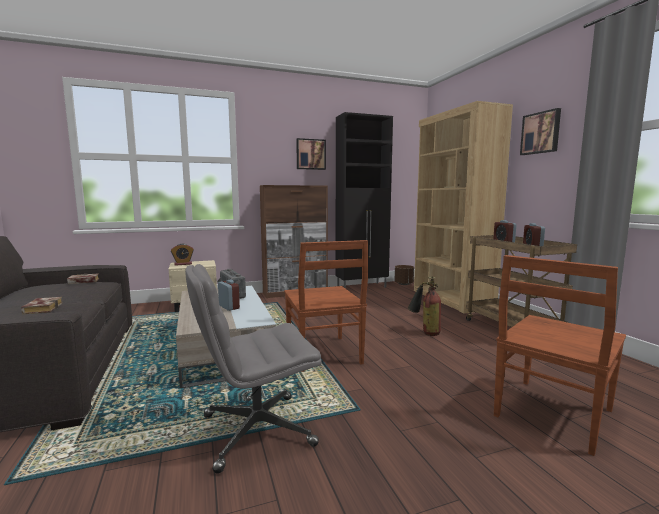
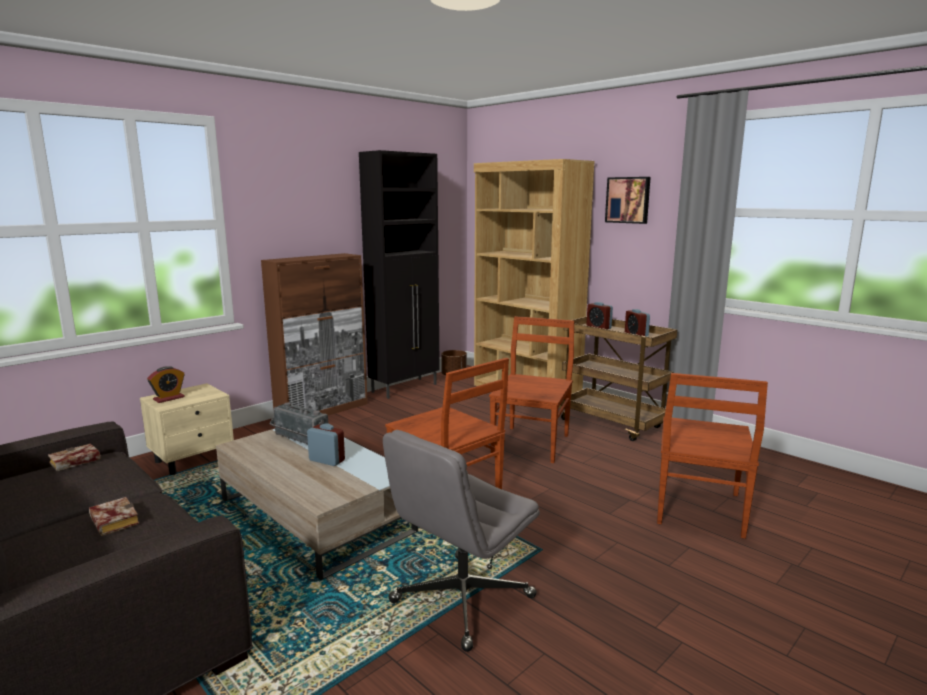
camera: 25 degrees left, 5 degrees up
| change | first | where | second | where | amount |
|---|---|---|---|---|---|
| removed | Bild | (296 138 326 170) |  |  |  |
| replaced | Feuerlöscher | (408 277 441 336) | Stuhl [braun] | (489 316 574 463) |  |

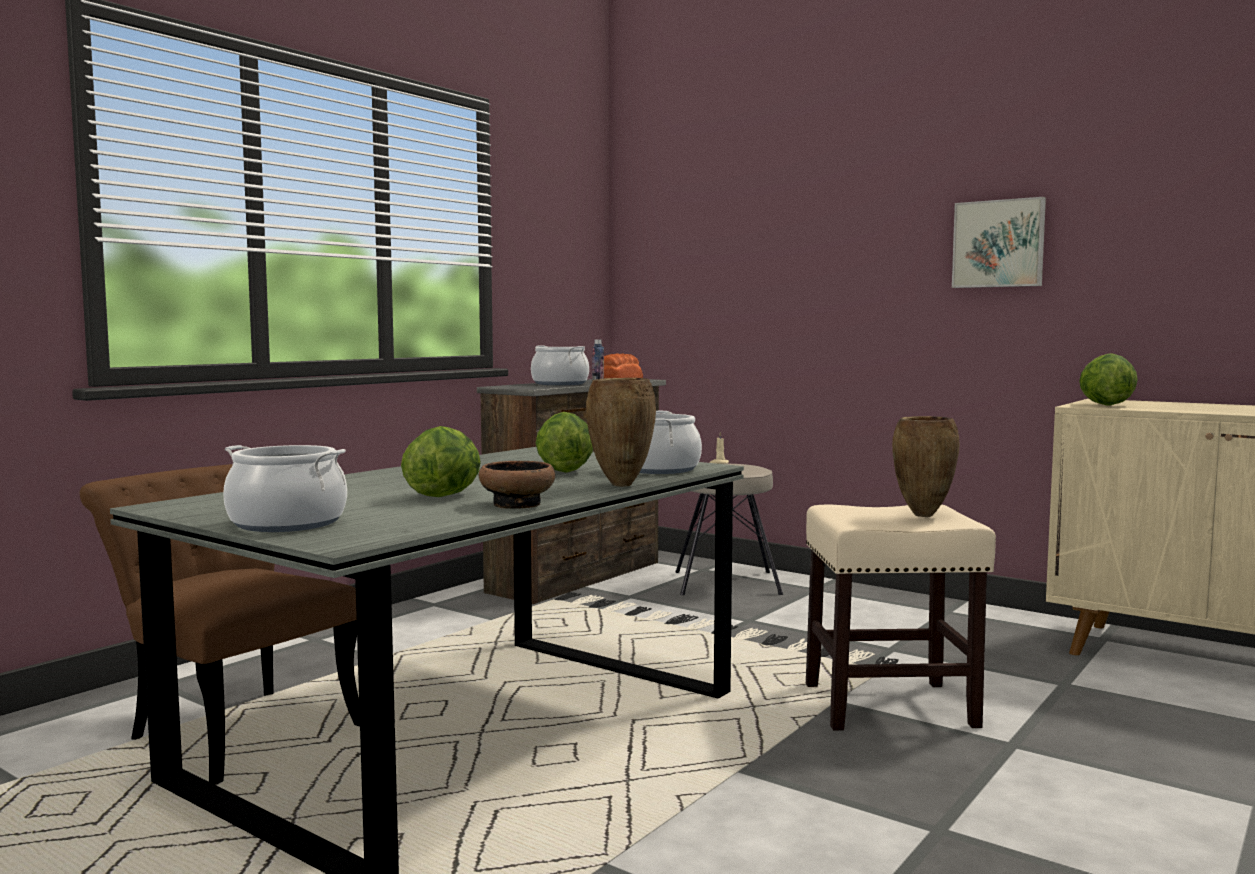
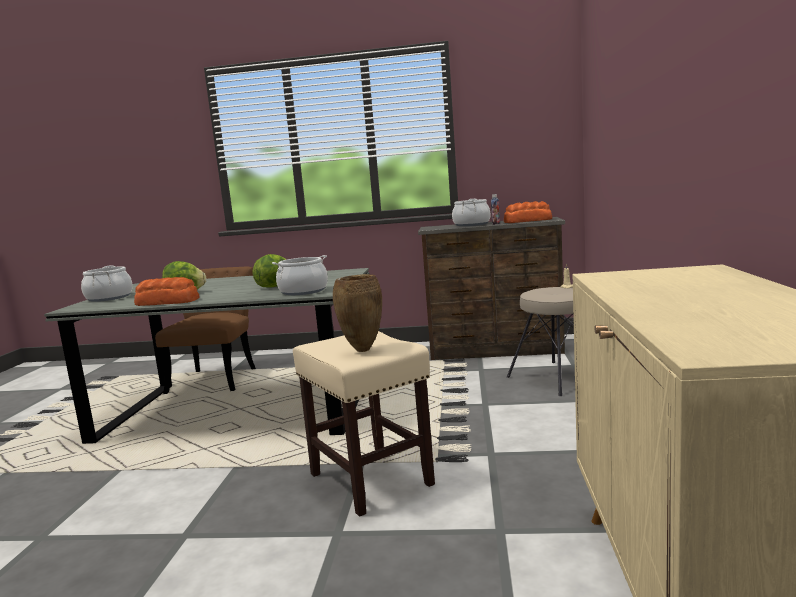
camera: 60 degrees right, 5 degrees up
| change | first | where | second | where | amount |
|---|---|---|---|---|---|
| removed | Vase [braun] | (586 378 656 487) |  |  |  |
| removed | Bild | (952 197 1046 288) |  |  |  |
| removed | Salatkopf | (1079 353 1138 405) |  |  |  |
| replaced | Schüssel | (479 461 556 509) | Brot | (134 277 200 306) |  |

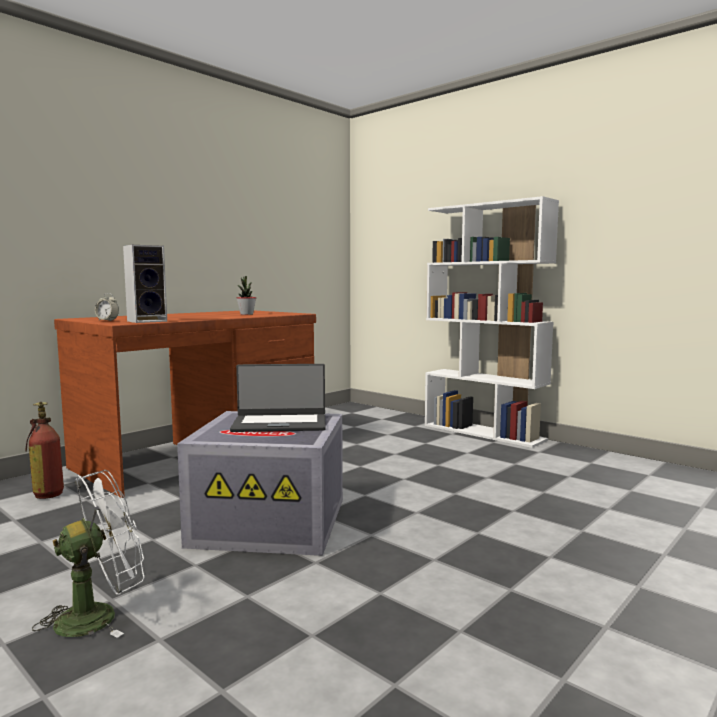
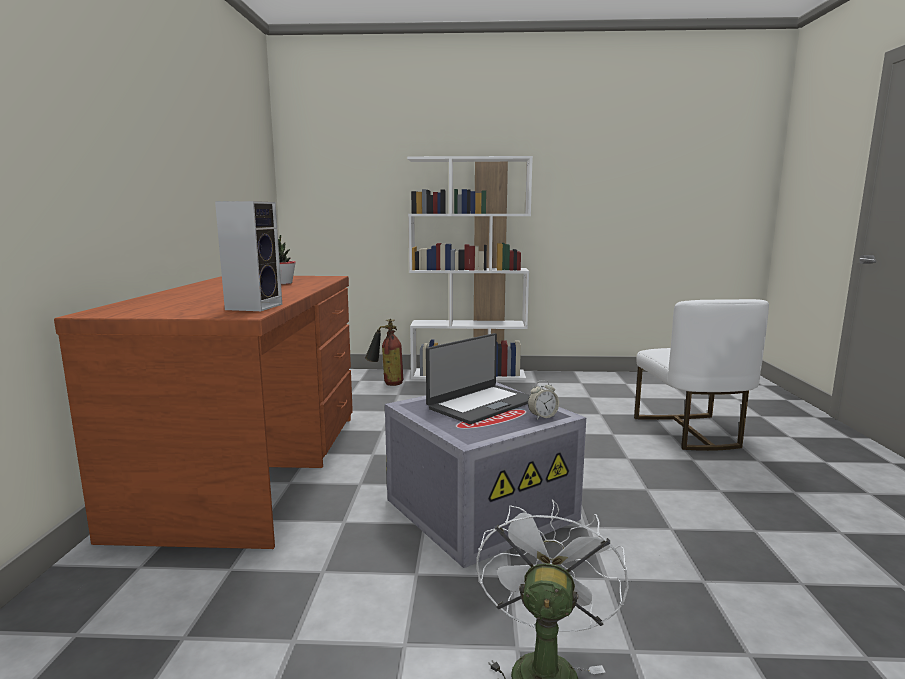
camera: 40 degrees left, 5 degrees up
| change | first | where | second | where | amount |
|---|---|---|---|---|---|
| added |  |  | Stuhl [weiß] | (634 299 769 451) |  |
| moved | Feuerlöscher | (26 402 64 499) |  | (365 319 403 386) |  |
| moved | Wecker | (95 293 119 321) |  | (528 380 559 419) |  |

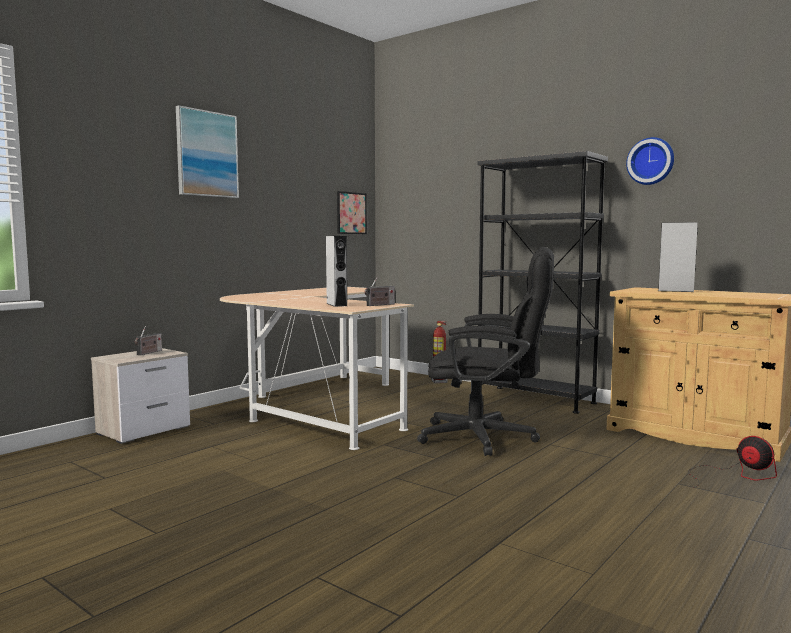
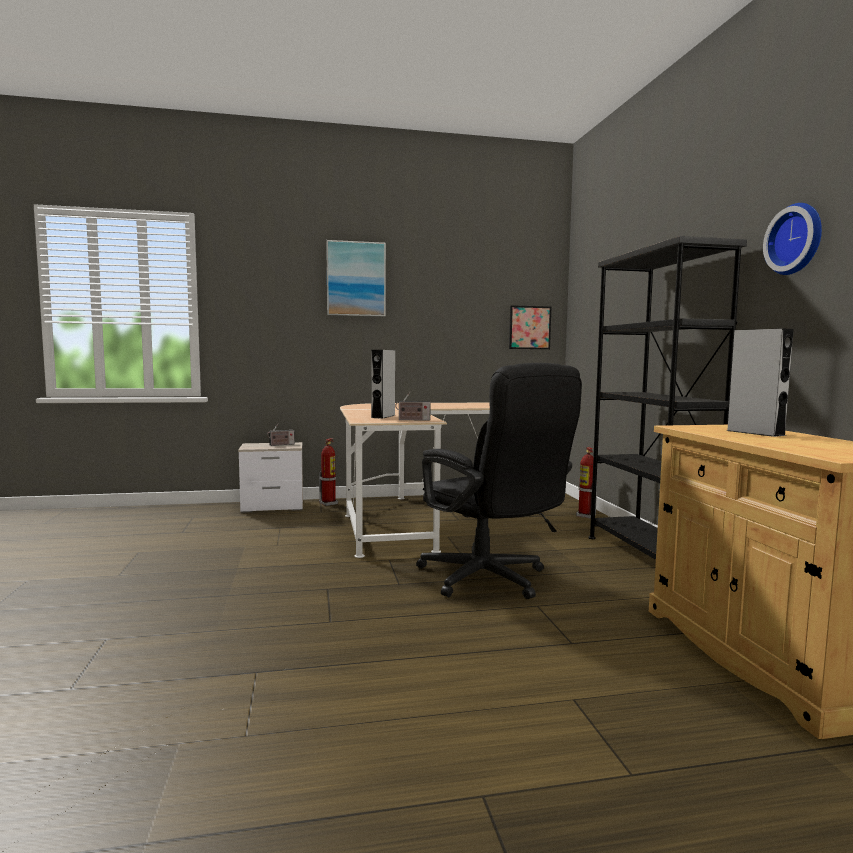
camera: 40 degrees right, 0 degrees up
| change | first | where | second | where | amount |
|---|---|---|---|---|---|
| removed | Ventilator | (688 436 777 488) |  |  |  |
| added |  |  | Feuerlöscher | (319 438 338 506) |  |

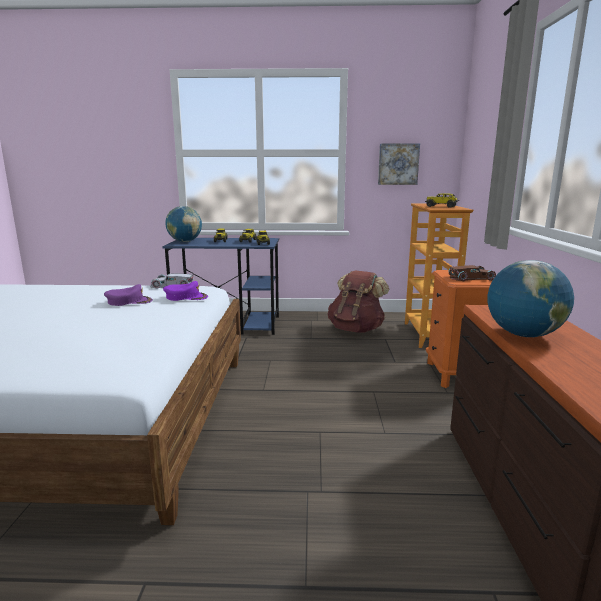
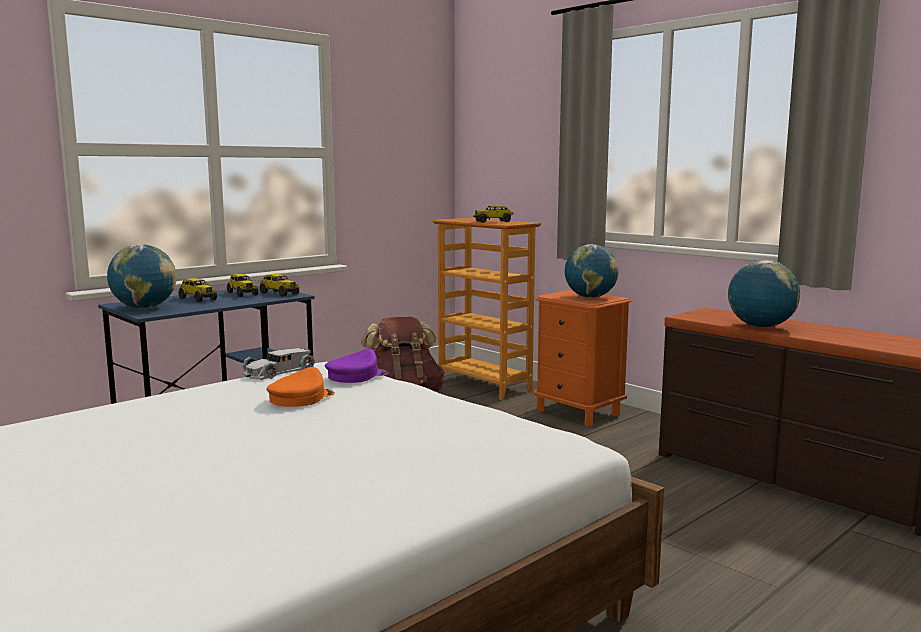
camera: 45 degrees left, 5 degrees down
| change | first | where | second | where | amount |
|---|---|---|---|---|---|
| removed | Bild | (378 143 420 185) |  |  |  |
| replaced | Spielzeugauto [braun] | (448 265 496 282) | Globus | (564 244 619 298) |  |
| recoloured | Kappe [lila] | (104 284 153 306) | Kappe [orange] | (266 367 335 407) |  |

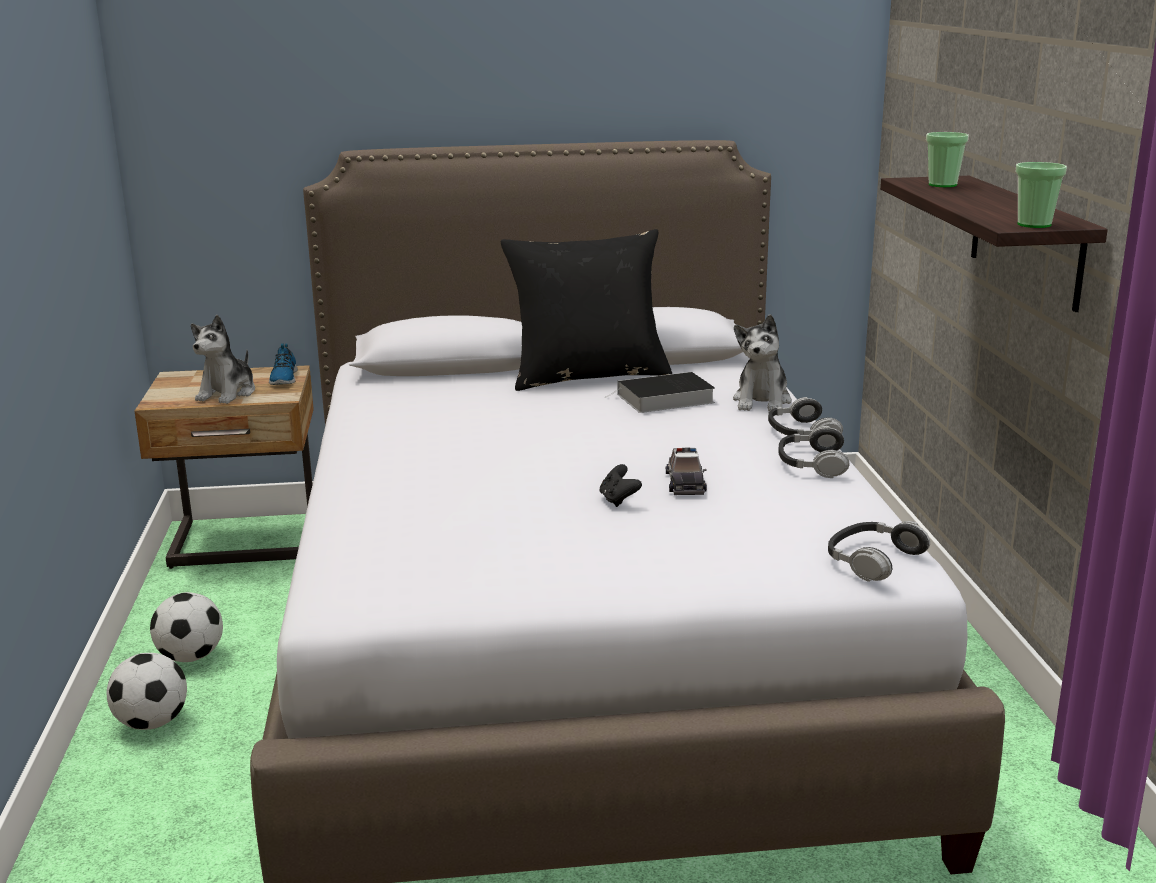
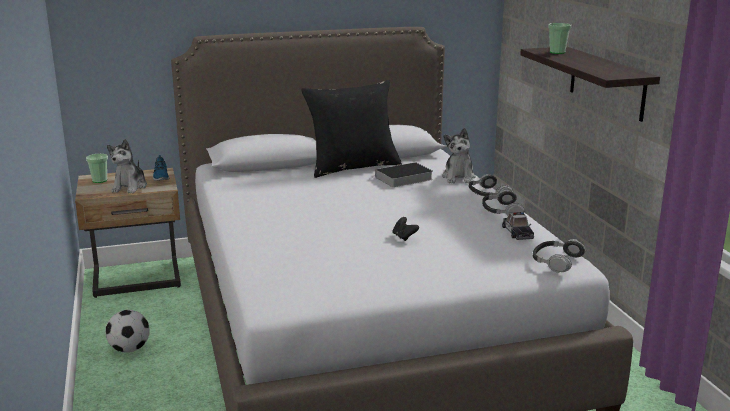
camera: 10 degrees left, 0 degrees up
| change | first | where | second | where | amount |
|---|---|---|---|---|---|
| removed | Fußball | (107 653 187 730) |  |  |  |
| moved | Spielzeugauto | (666 448 707 495) |  | (502 212 534 240) |  |
| moved | Tasse | (1016 162 1067 228) |  | (86 154 108 183) |  |

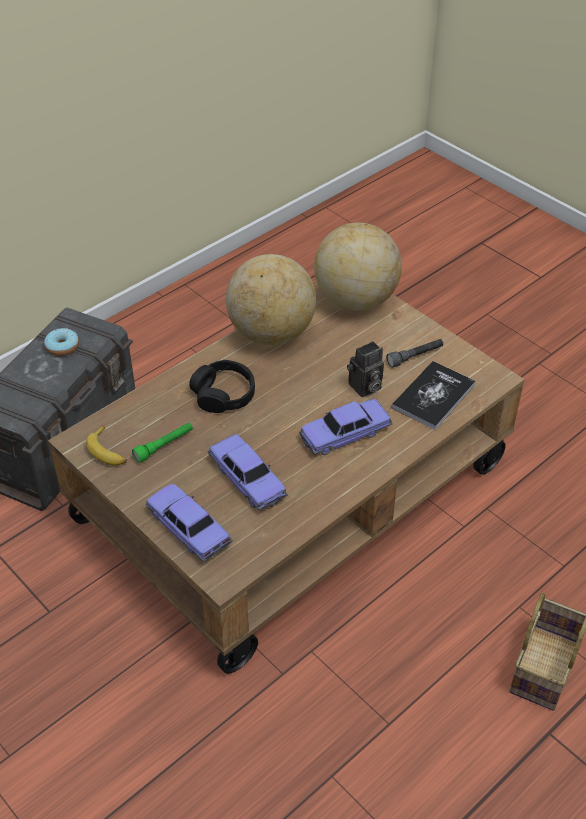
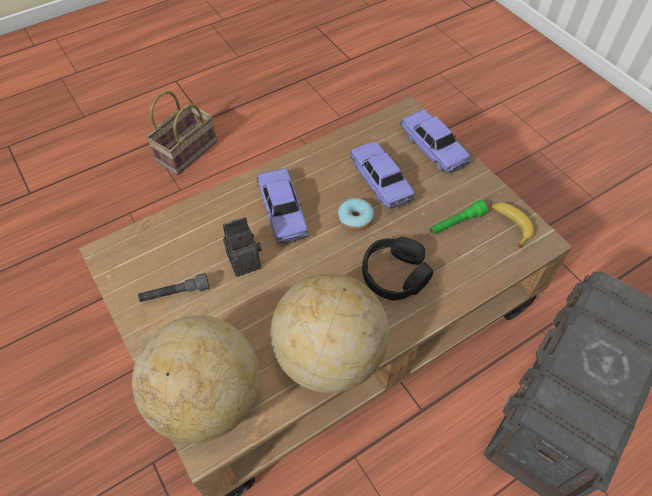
camera: 170 degrees left, 10 degrees up
| change | first | where | second | where | amount |
|---|---|---|---|---|---|
| removed | Buch | (391 361 475 430) |  |  |  |
| moved | Donut | (44 328 79 356) |  | (338 198 374 231) |  |
| turned | Spielzeugauto | (299 399 393 455) |  | (257 168 309 244) | 90 degrees clockwise |

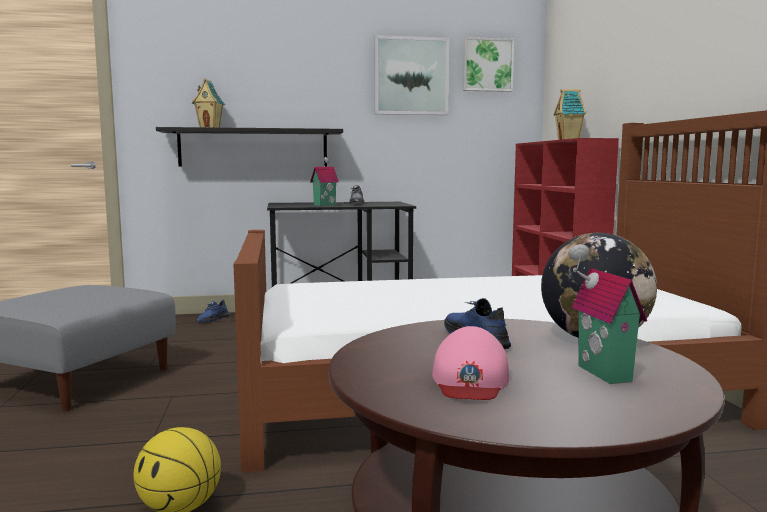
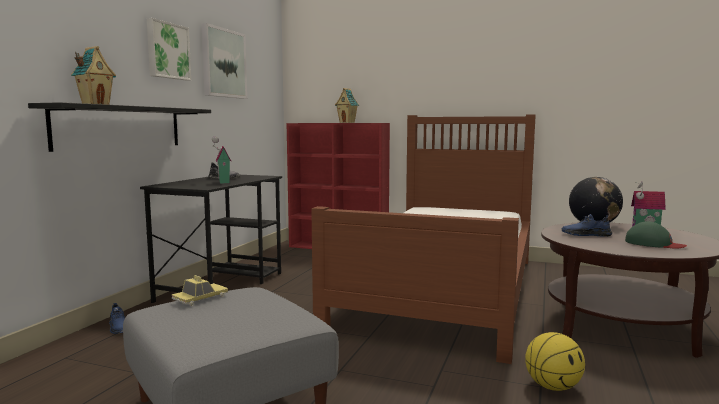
camera: 60 degrees left, 0 degrees up
| change | first | where | second | where | amount |
|---|---|---|---|---|---|
| added |  |  | Spielzeugauto | (171 275 228 306) |  |
| moved | Bild | (463 37 514 92) |  | (147 18 191 81) |  |
| recoloured | Kappe [rosa] | (432 326 509 400) | Kappe [grün] | (625 221 687 249) |  |

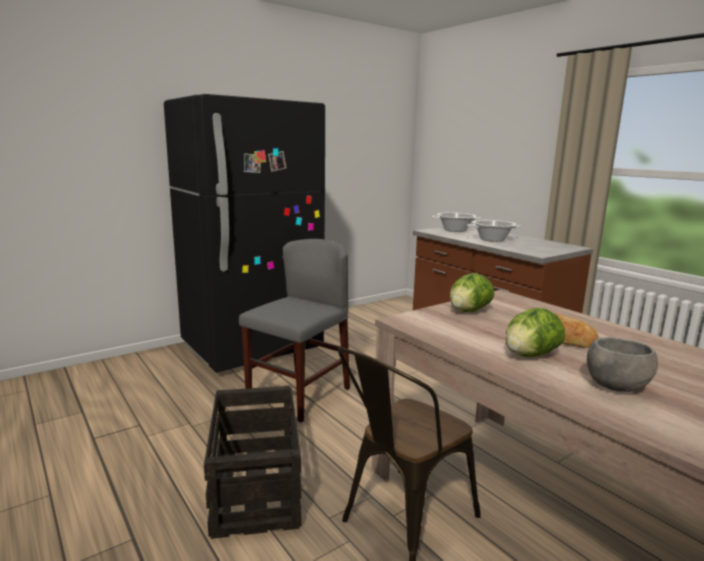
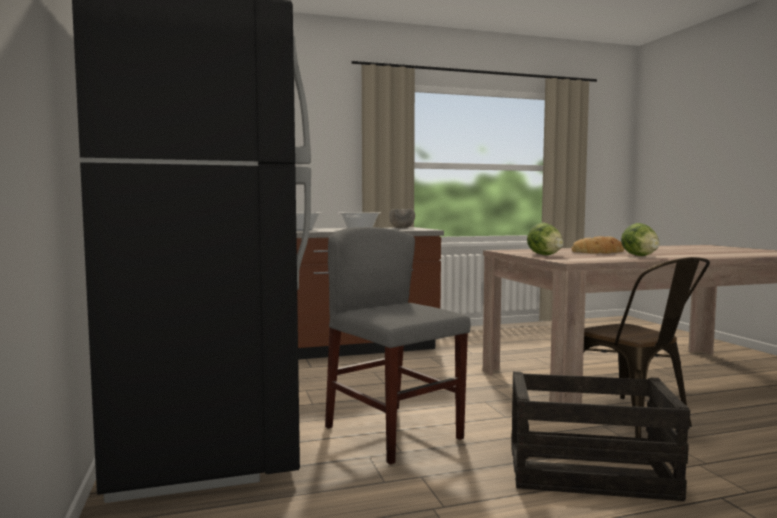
camera: 70 degrees left, 10 degrees down
| change | first | where | second | where | amount |
|---|---|---|---|---|---|
| moved | Schüssel [grau] | (587 337 658 392) |  | (389 209 415 228) |  |

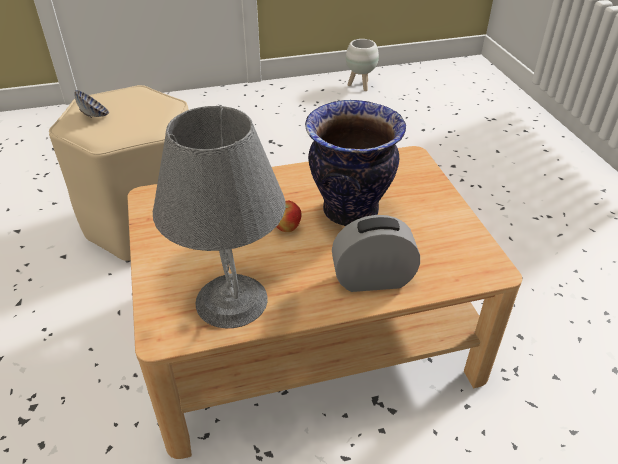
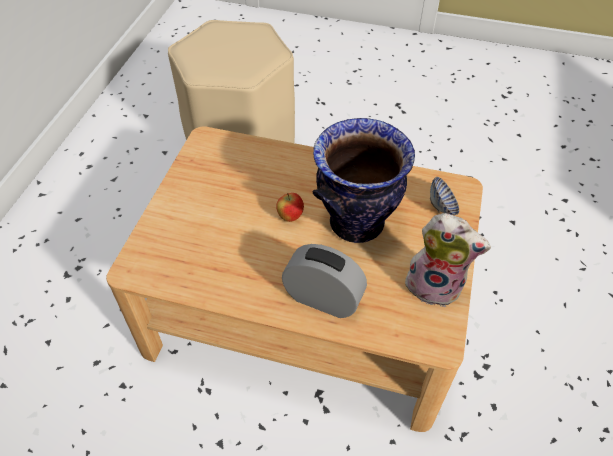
camera: 30 degrees right, 10 degrees up
| change | first | where | second | where | amount |
|---|---|---|---|---|---|
| removed | Tischlampe [grau] | (153 106 286 328) |  |  |  |
| removed | Pflanzkübel [weiß] | (346 39 379 91) |  |  |  |
| added |  |  | Plüschtier | (405 213 491 307) |  |
| moved | Schüssel | (74 90 109 118) |  | (430 177 459 215) |  |

